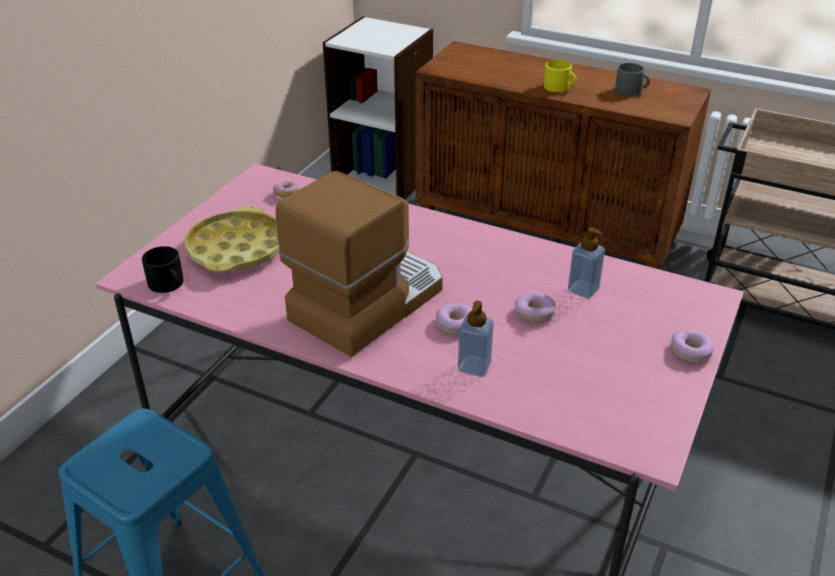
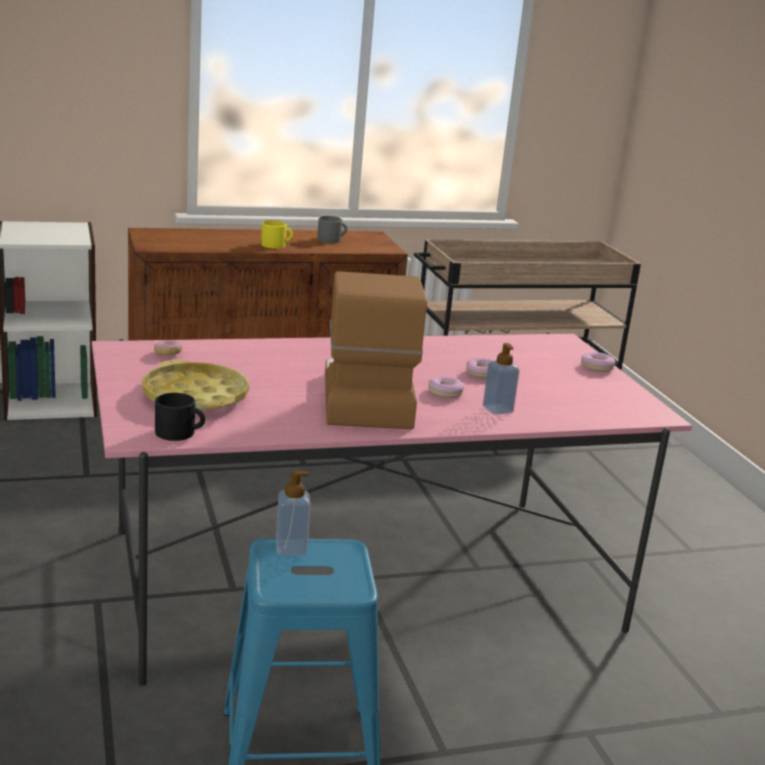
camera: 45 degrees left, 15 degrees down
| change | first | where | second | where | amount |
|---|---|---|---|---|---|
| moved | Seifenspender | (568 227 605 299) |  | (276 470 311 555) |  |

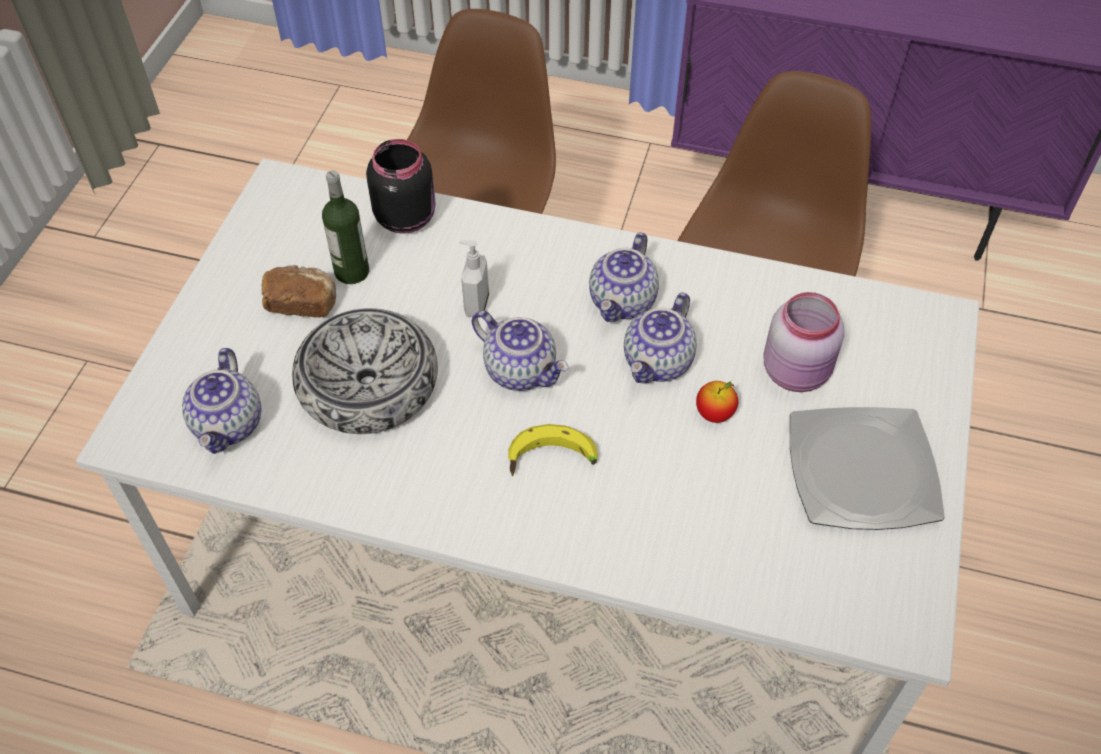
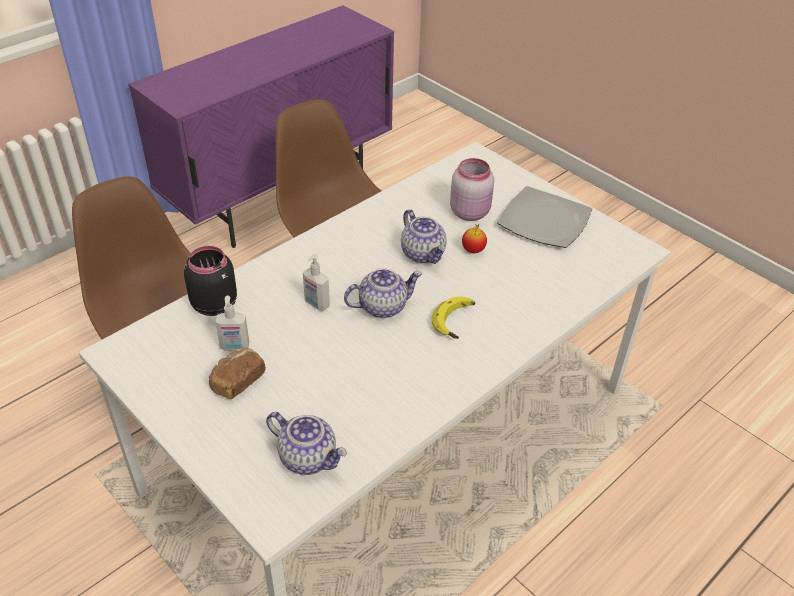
camera: 60 degrees left, 10 degrees down
| change | first | where | second | where | amount |
|---|---|---|---|---|---|
| removed | Schüssel | (292 308 438 434) |  |  |  |
| removed | Teekanne | (589 232 659 322) |  |  |  |
| replaced | Flasche | (322 171 369 284) | Seifenspender | (215 295 249 351) |  |

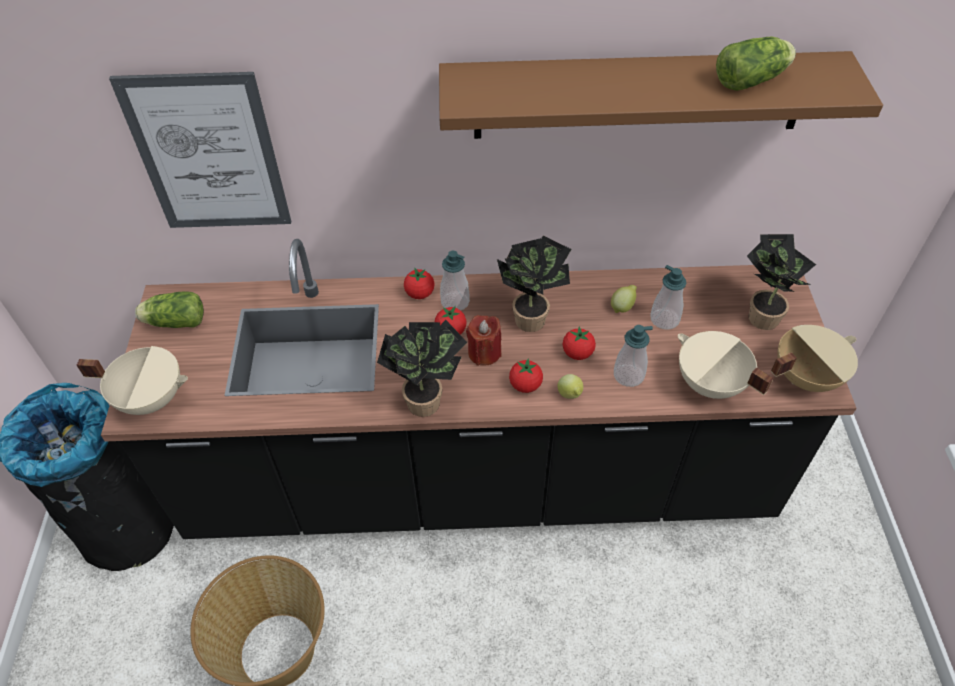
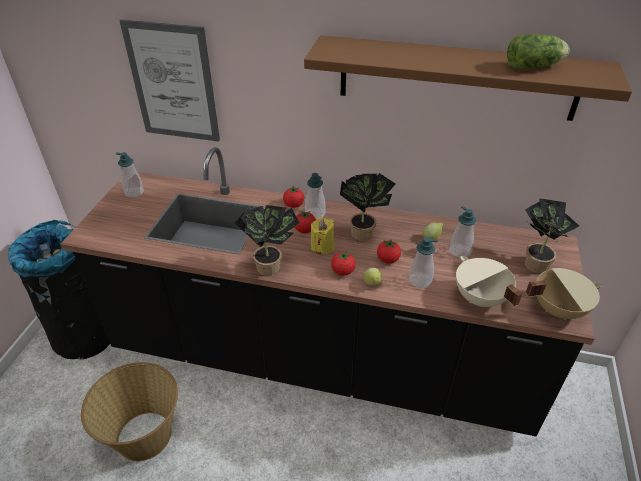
camera: 15 degrees right, 10 degrees down
| change | first | where | second | where | amount |
|---|---|---|---|---|---|
| removed | Kochtopf [beige] | (77 346 188 415) |  |  |  |
| replaced | Salatkopf | (135 291 204 328) | Seifenspender | (116 152 144 198) |  |
| recoloured | Kerze [rot] | (466 315 502 366) | Kerze [gelb] | (311 217 334 254) |  |

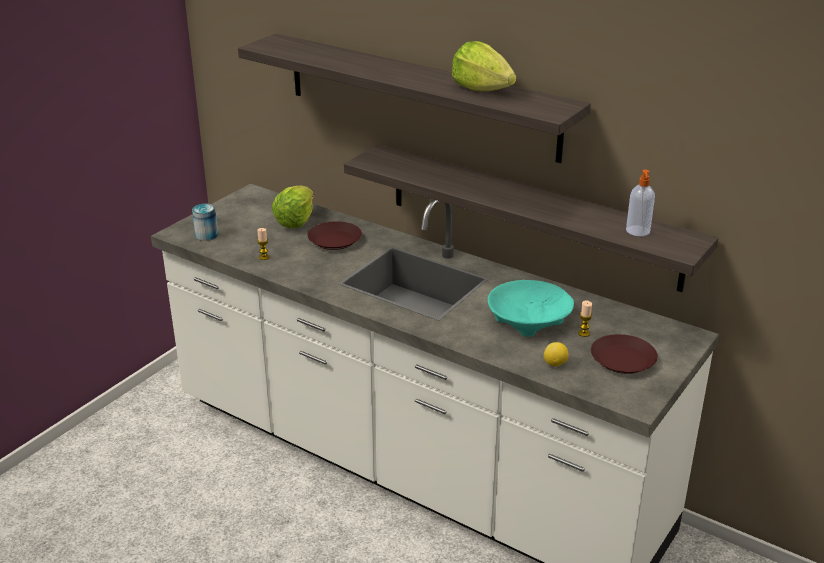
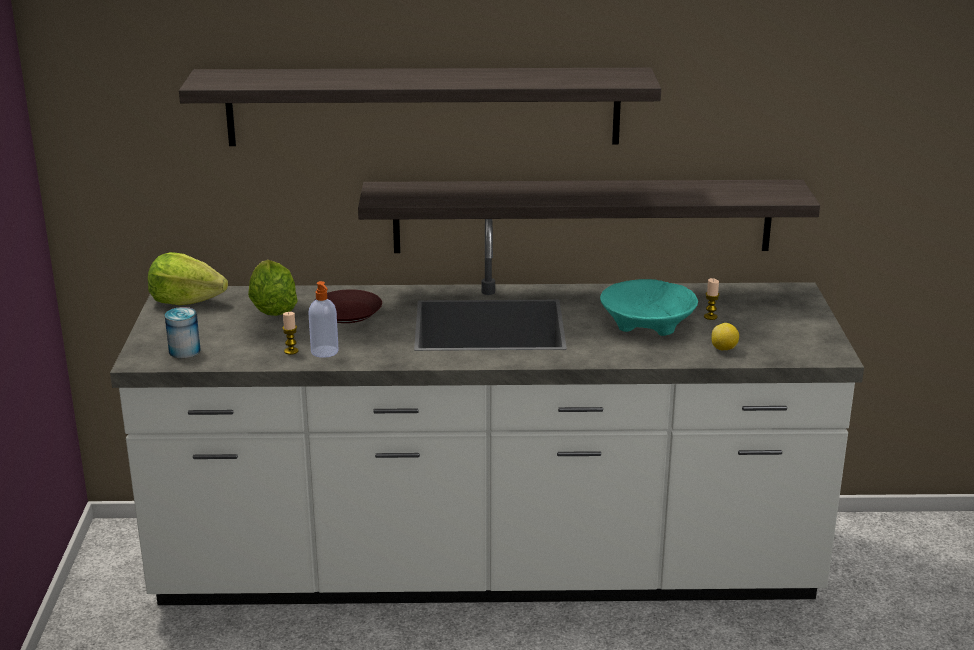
camera: 35 degrees left, 5 degrees down
| change | first | where | second | where | amount |
|---|---|---|---|---|---|
| removed | Teller [braun] | (591 334 658 374) |  |  |  |
| moved | Salatkopf | (452 41 516 91) |  | (148 252 228 305) |  |
| moved | Seifenspender | (626 169 655 236) |  | (308 281 339 358) |  |

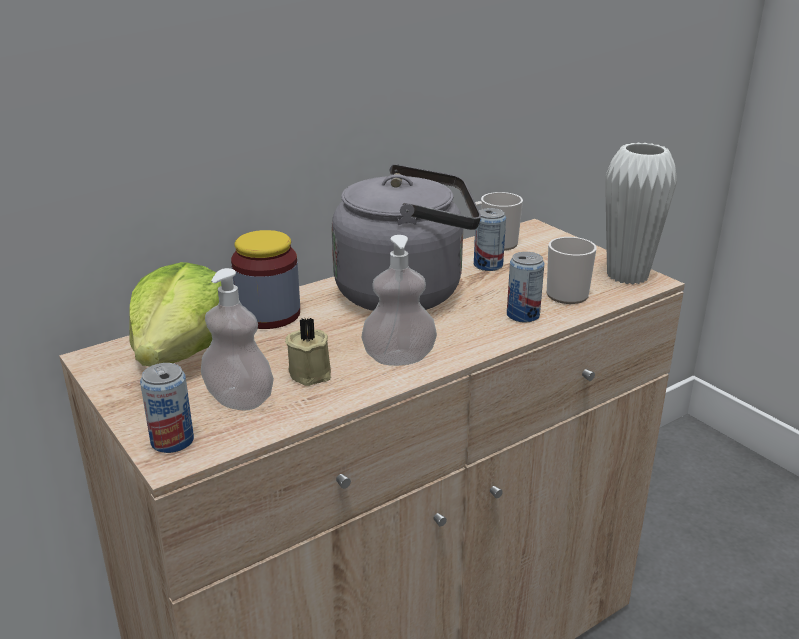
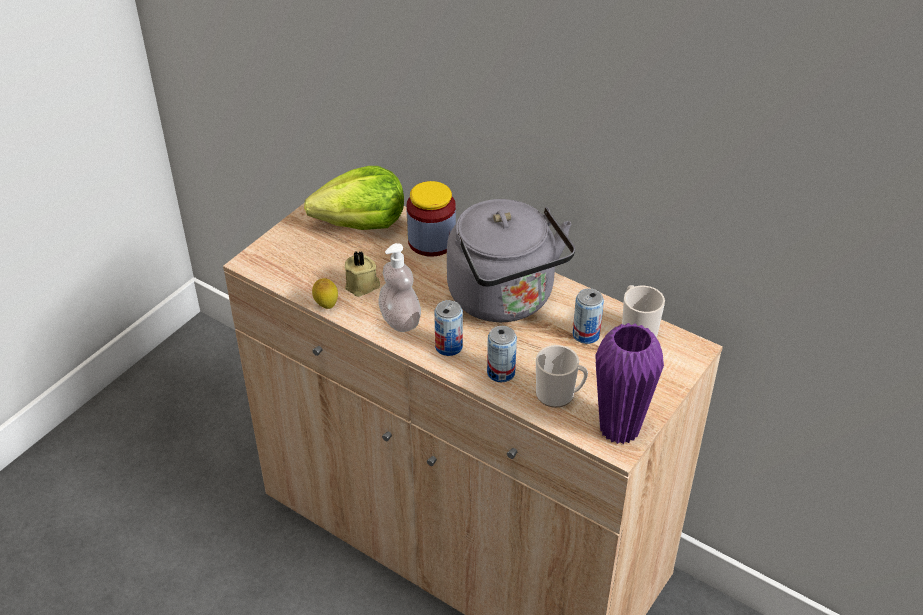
camera: 70 degrees right, 15 degrees up
| change | first | where | second | where | amount |
|---|---|---|---|---|---|
| removed | Seifenspender | (201 268 274 411) |  |  |  |
| added |  |  | Zitrone | (312 278 338 309) |  |
| moved | Dose | (140 363 194 453) |  | (434 300 463 356) |  |
| recoloured | Vase [weiß] | (605 142 677 285) | Vase [lila] | (595 323 664 444) |  |

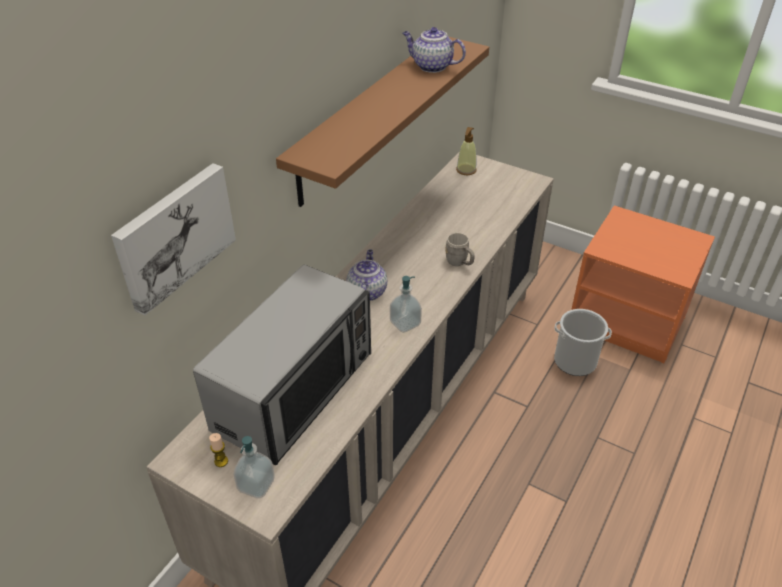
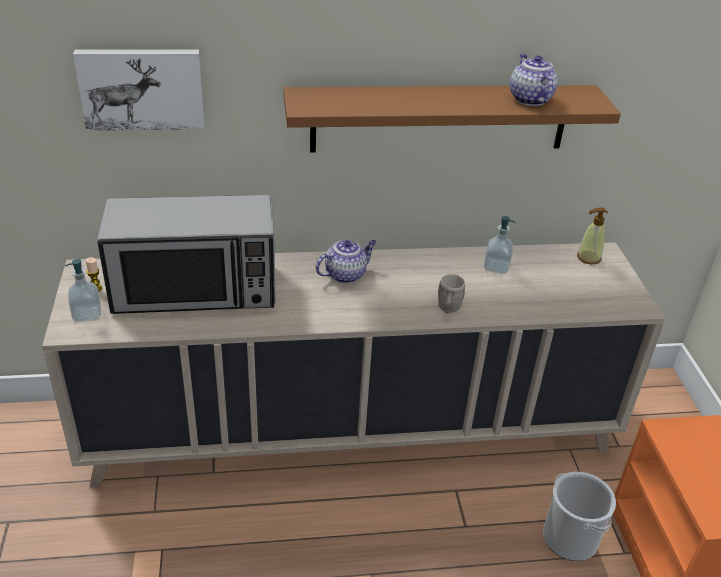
camera: 50 degrees right, 5 degrees down
| change | first | where | second | where | amount |
|---|---|---|---|---|---|
| moved | Seifenspender | (390 276 422 333) |  | (484 216 515 274) |  |

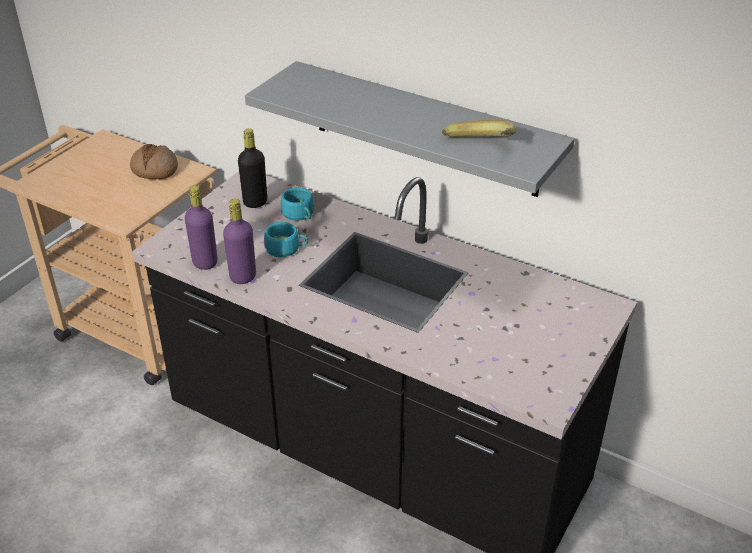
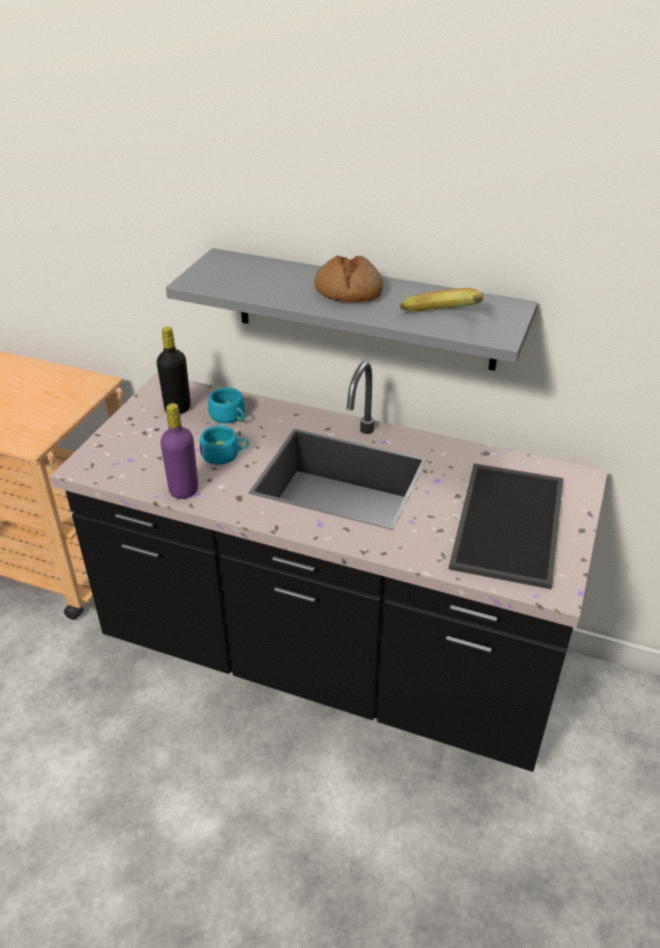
camera: 10 degrees left, 0 degrees up
| change | first | where | second | where | amount |
|---|---|---|---|---|---|
| removed | Flasche [lila] | (185 185 217 270) |  |  |  |
| added |  |  | Tablett | (449 463 563 589) |  |
| moved | Brot | (130 144 178 179) |  | (314 255 383 302) |  |

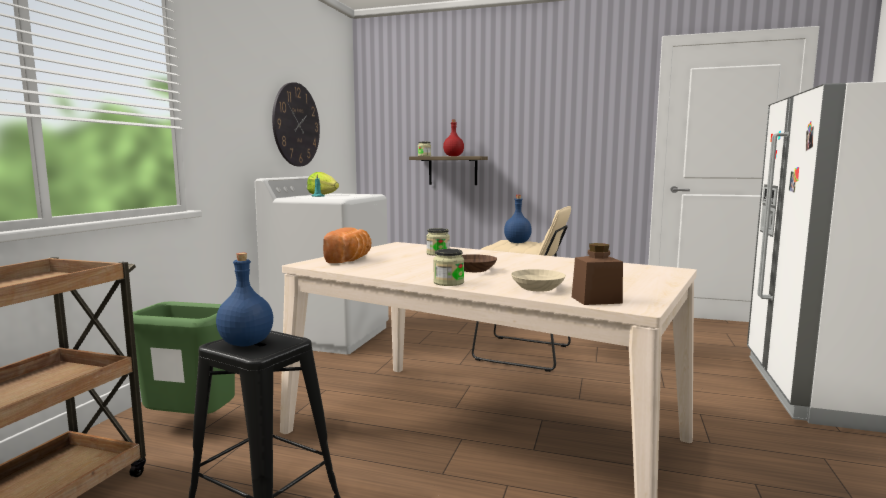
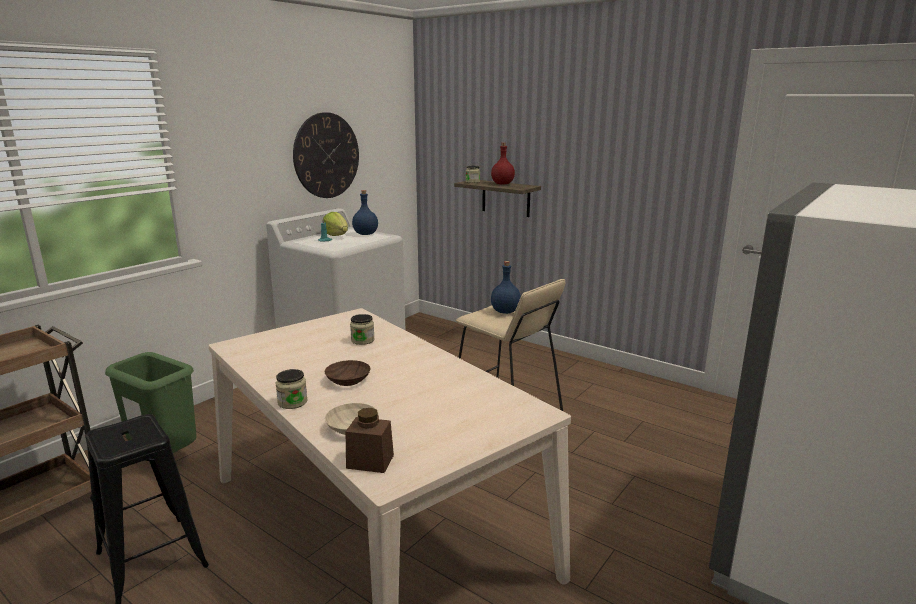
camera: 20 degrees right, 10 degrees up
| change | first | where | second | where | amount |
|---|---|---|---|---|---|
| removed | Brot | (323 227 371 263) |  |  |  |
| moved | Flasche [blau] | (216 253 273 347) |  | (352 190 378 235) |  |

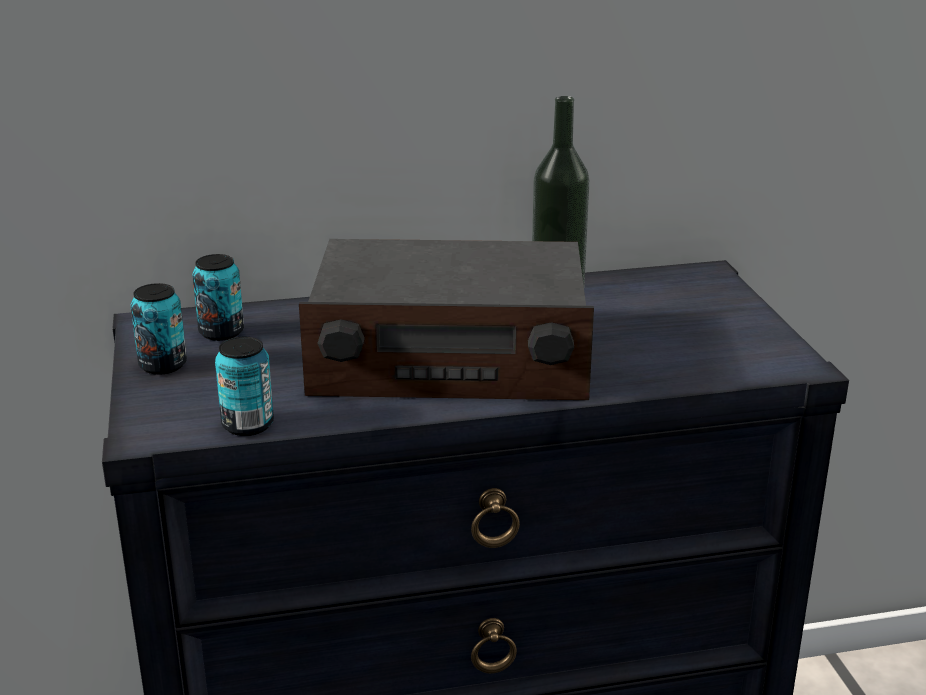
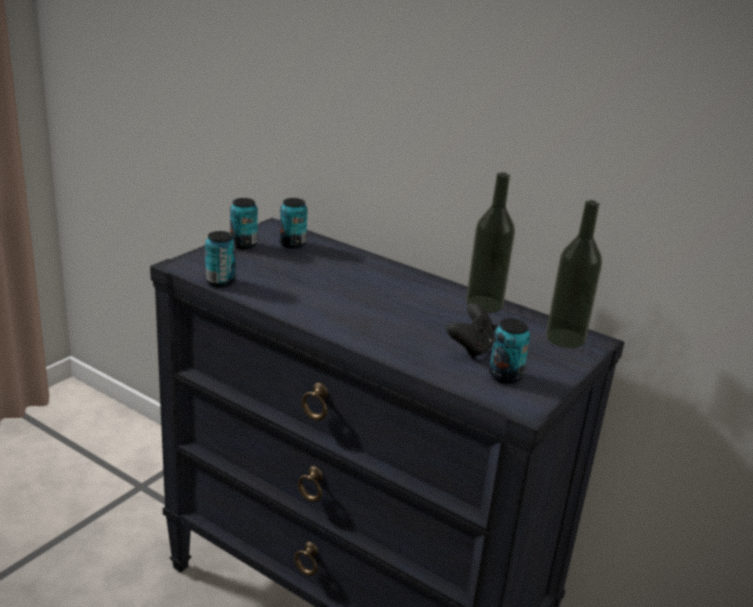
camera: 45 degrees right, 0 degrees up
| change | first | where | second | where | amount |
|---|---|---|---|---|---|
| removed | Radio | (299 239 594 400) |  |  |  |
| added |  |  | Gamepad [schwarz] | (446 303 498 359) |  |
| added |  |  | Dose | (489 319 530 384) |  |
| added |  |  | Flasche | (546 200 602 348) |  |

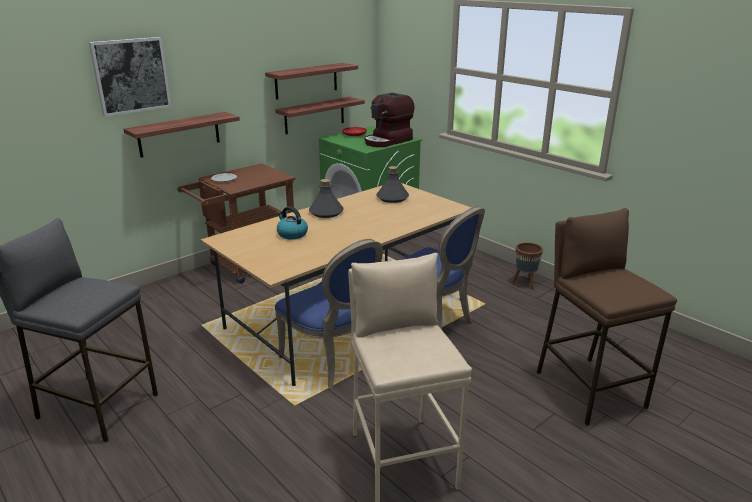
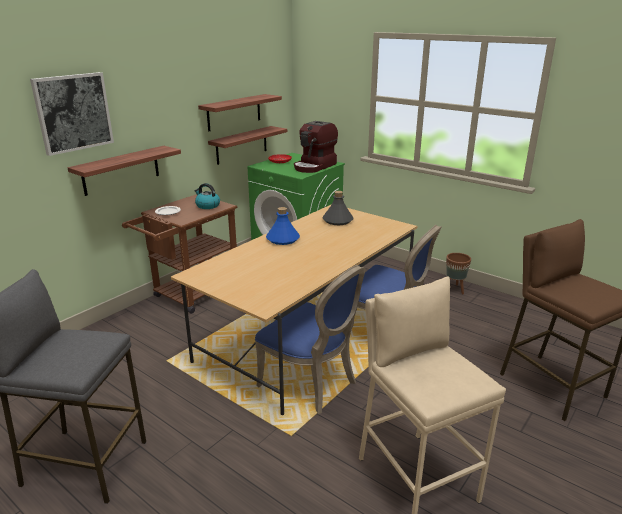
camera: 10 degrees left, 0 degrees up
| change | first | where | second | where | amount |
|---|---|---|---|---|---|
| moved | Wasserkessel | (277 206 308 239) |  | (195 183 220 209) |  |
| recoloured | Flasche [grau] | (309 179 344 218) | Flasche [blau] | (266 207 300 245) |  |

